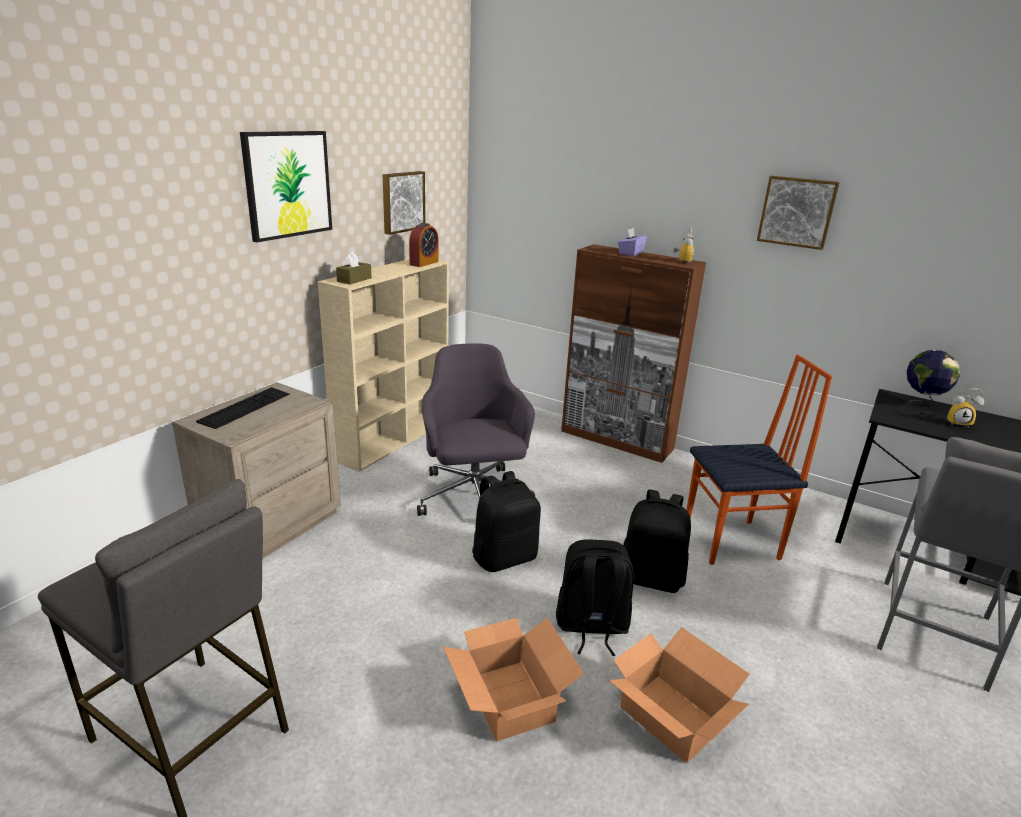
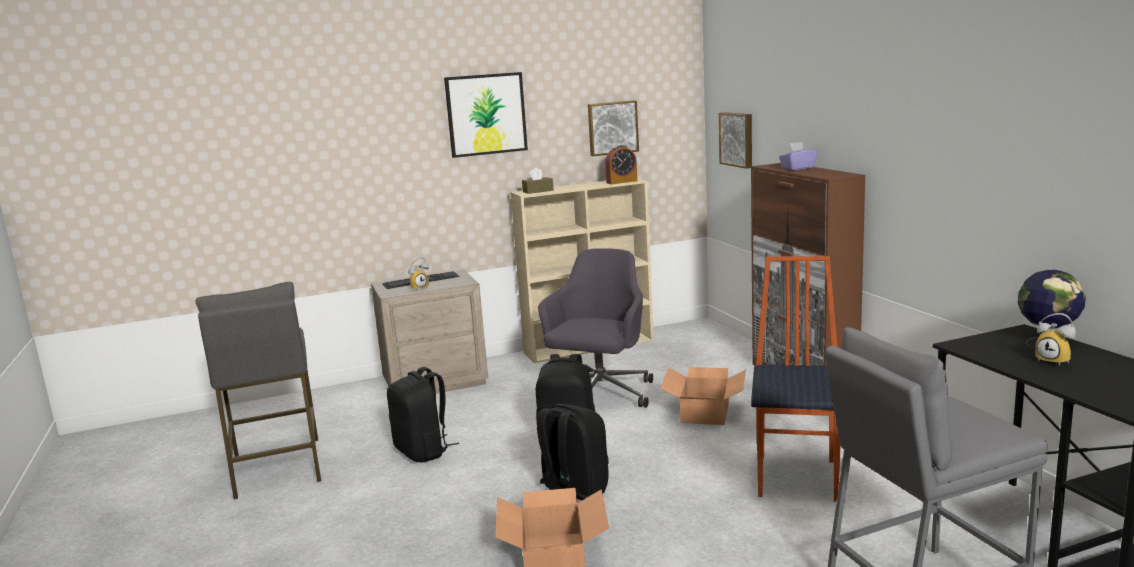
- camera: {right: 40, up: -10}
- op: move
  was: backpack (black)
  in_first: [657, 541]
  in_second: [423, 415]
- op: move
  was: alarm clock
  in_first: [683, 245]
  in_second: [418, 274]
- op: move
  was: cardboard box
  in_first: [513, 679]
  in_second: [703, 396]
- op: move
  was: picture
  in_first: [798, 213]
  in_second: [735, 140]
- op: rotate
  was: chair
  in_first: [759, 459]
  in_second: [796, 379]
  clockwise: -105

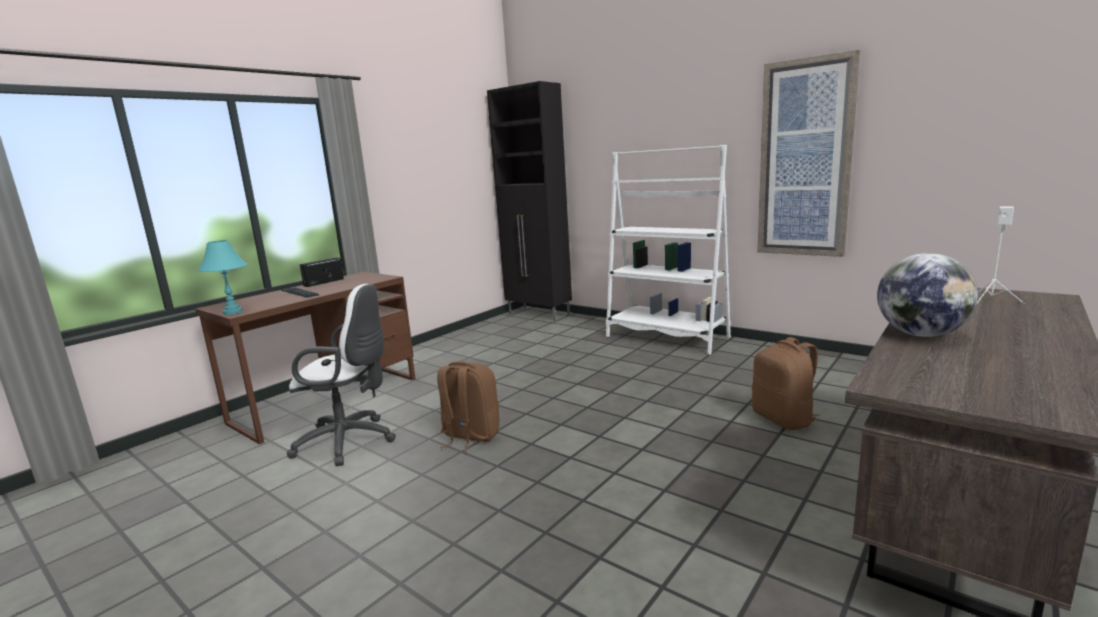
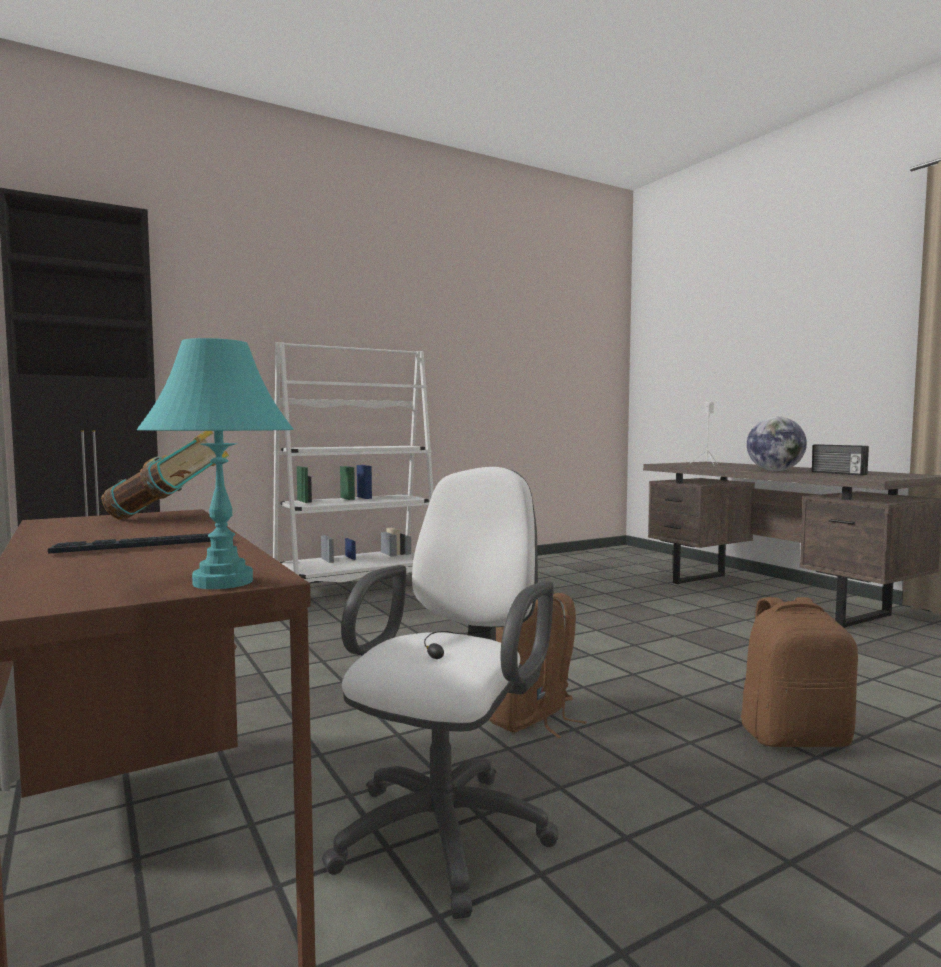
- camera: {right: -70, up: -10}
- op: insert
  now: book
  in_second: [165, 475]
- op: move
  was: backpack (brown)
  in_first: [786, 383]
  in_second: [799, 672]
- op: move
  was: radio
  in_first: [322, 272]
  in_second: [840, 460]
- op: delete
  was: picture
  in_first: [808, 153]

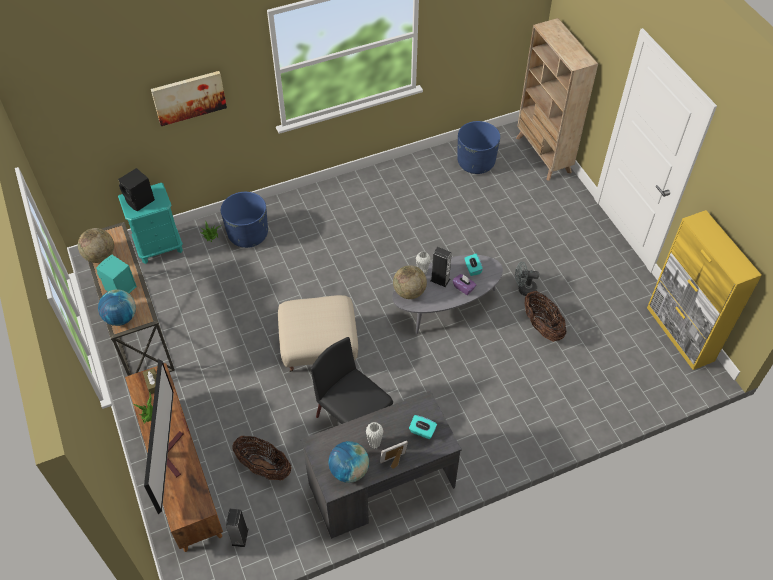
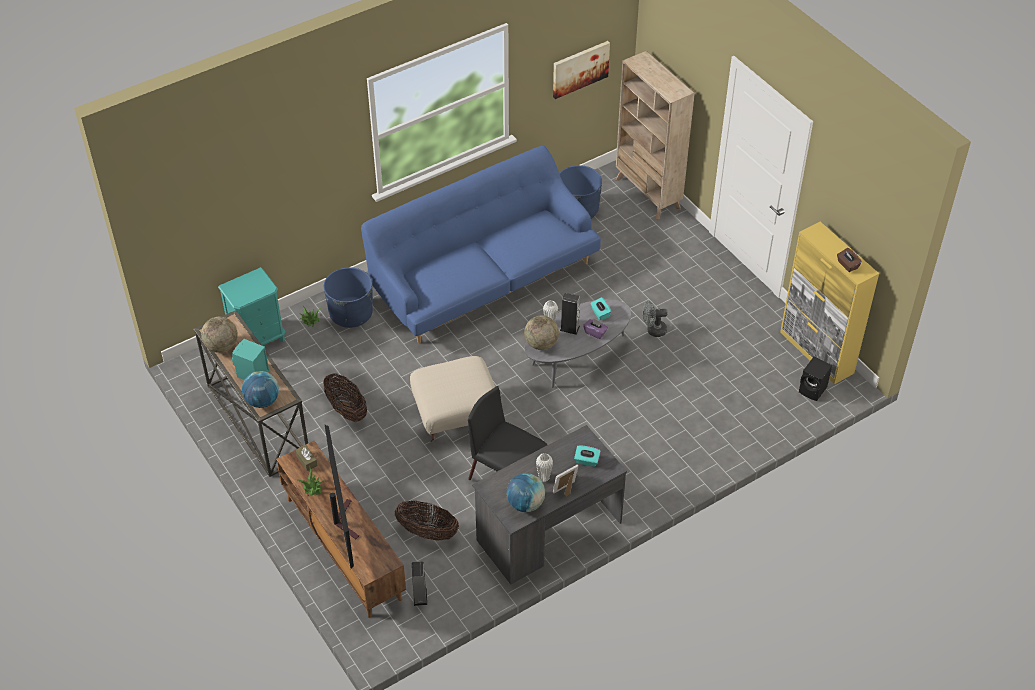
- camera: {right: -10, up: -5}
- op: move
  was: basket
  in_first: [546, 316]
  in_second: [345, 397]
- op: insert
  now: sofa (blue)
  in_second: [481, 244]
- op: move
  was: picture
  in_first: [189, 98]
  in_second: [581, 70]
- op: move
  was: speaker (black)
  in_first: [136, 189]
  in_second: [815, 379]
- op: insert
  now: tissue box (brown)
  in_second: [849, 260]

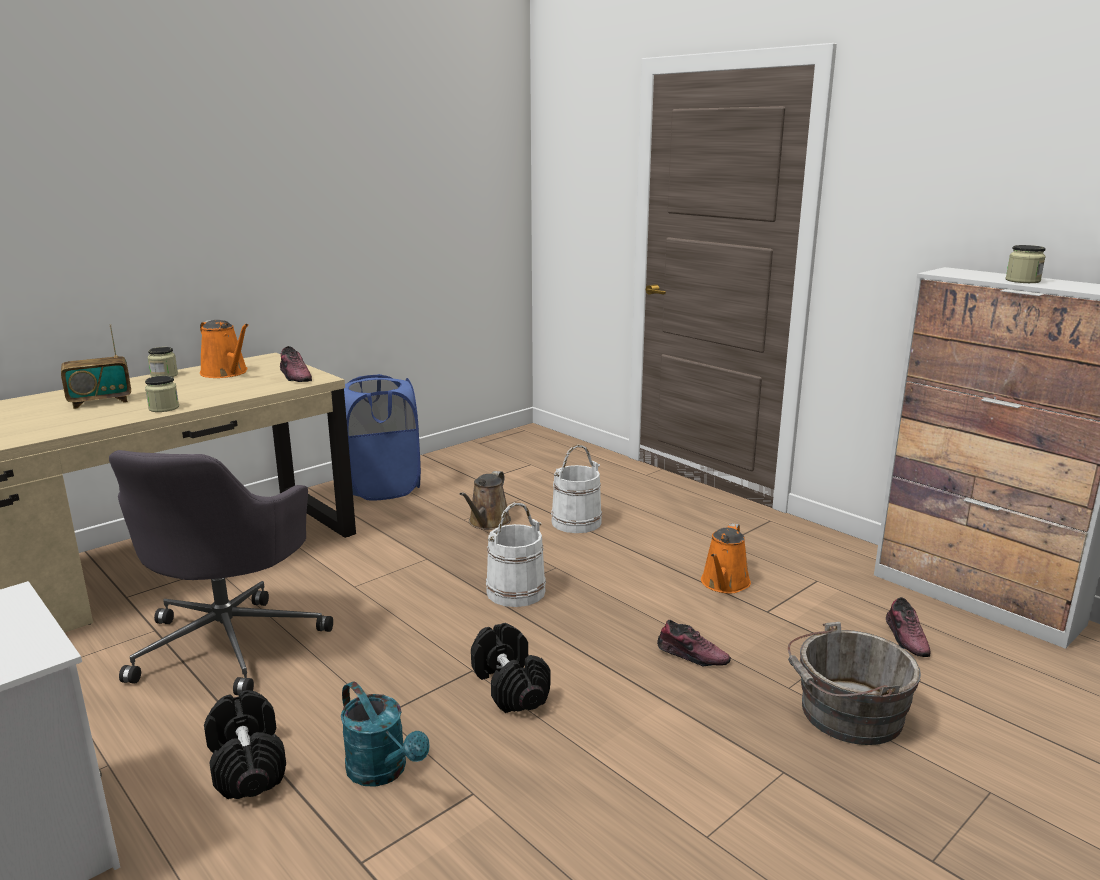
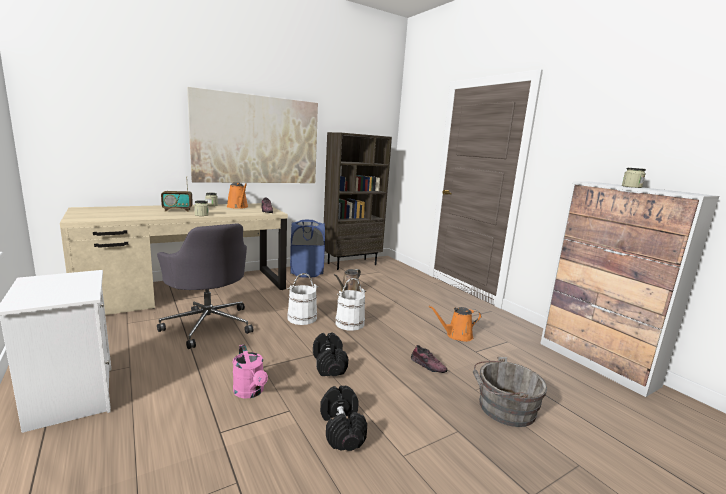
- camera: {right: 10, up: -5}
- op: rotate
  was: office chair (grey)
  in_first: [221, 572]
  in_second: [205, 286]
  clockwise: -60
- op: insert
  now: picture
  in_second: [252, 135]
- op: recolor
  was: watering can (turquoise)
  now: watering can (pink)
  in_first: [385, 734]
  in_second: [250, 371]
- op: move
  was: bucket (white)
  in_first: [576, 489]
  in_second: [302, 299]
- op: move
  was: dumbbell (black)
  in_first: [245, 744]
  in_second: [343, 418]
- op: insert
  now: bookcase (brown)
  in_second: [358, 201]
- op: rotate
  was: watering can (orange)
  in_first: [726, 558]
  in_second: [455, 324]
  clockwise: 45
- op: delete
  was: shoe
  in_first: [908, 627]

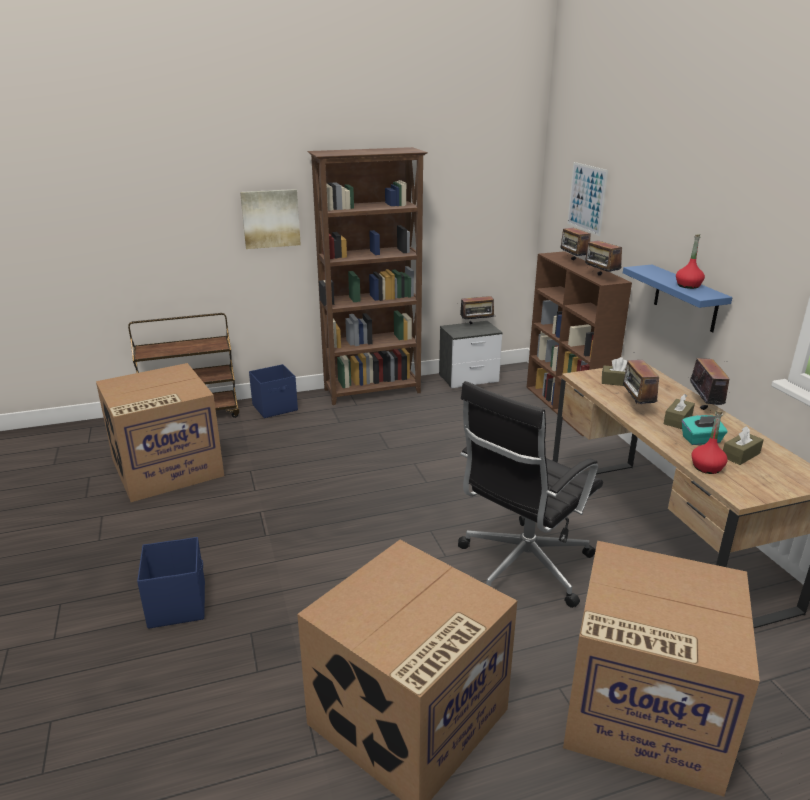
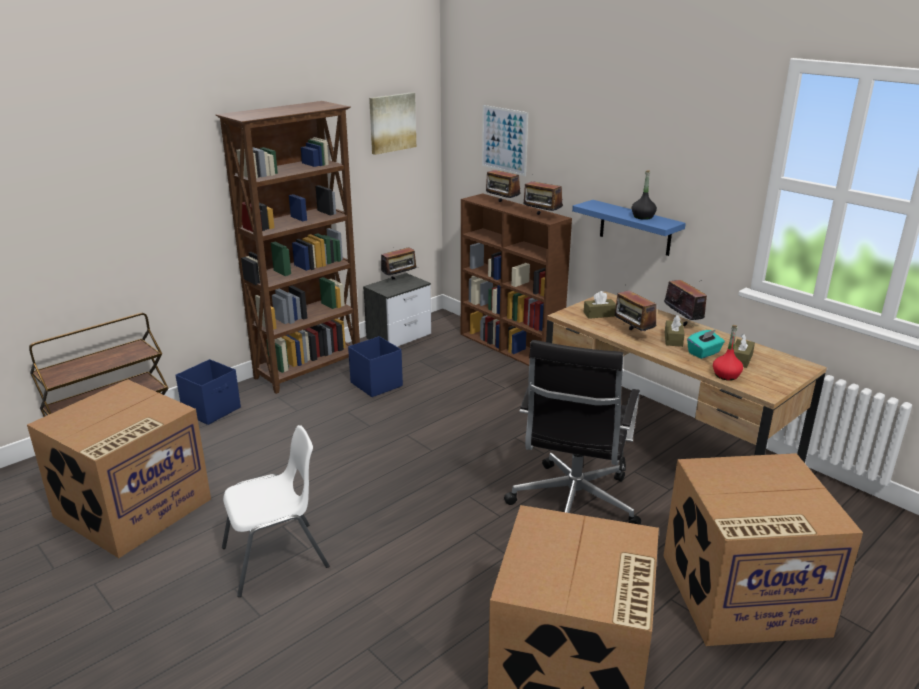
- camera: {right: -25, up: 0}
- op: insert
  now: chair (white)
  in_second: [275, 511]
- op: move
  was: storage box (blue)
  in_first: [171, 583]
  in_second: [375, 366]
- op: move
  was: picture
  in_first: [270, 219]
  in_second: [392, 123]
- op: recolor
  was: bottle (red)
  now: bottle (black)
  in_first: [690, 261]
  in_second: [644, 195]

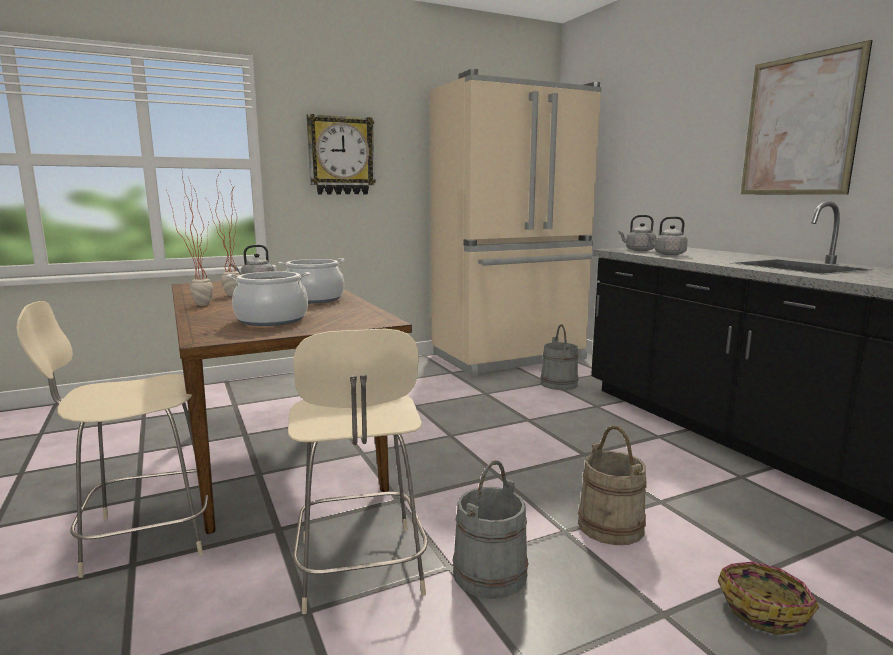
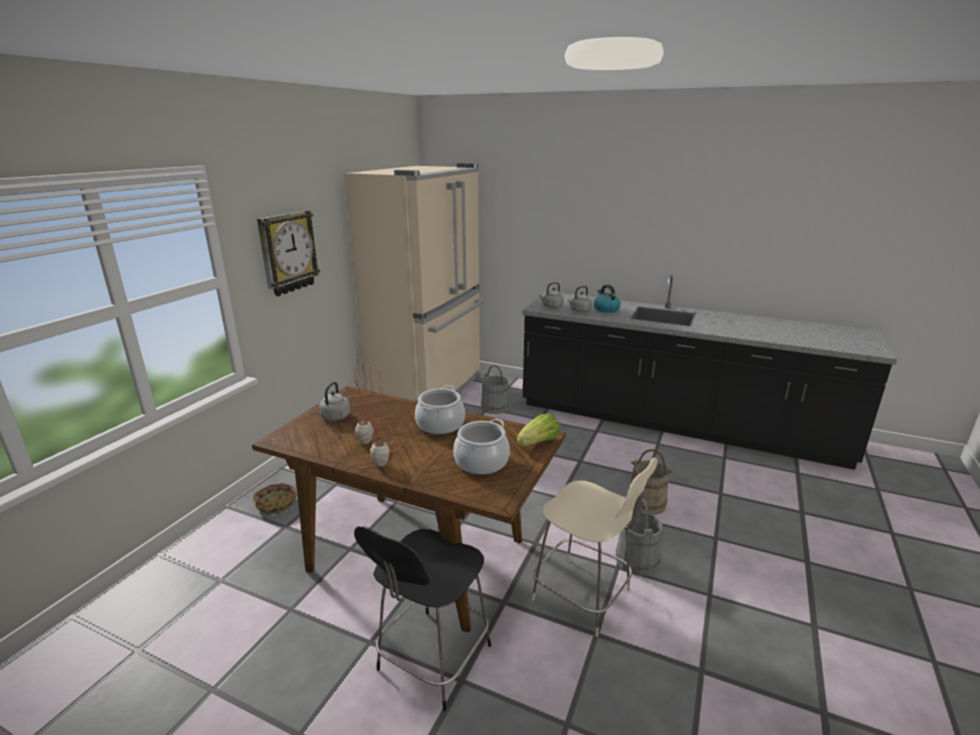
- camera: {right: -40, up: 10}
- op: move
  was: basket
  in_first: [768, 598]
  in_second: [275, 499]
- op: recolor
  was: chair (beige)
  now: chair (black)
  in_first: [113, 439]
  in_second: [422, 618]
- op: insert
  now: lettuce
  in_second: [538, 430]
- op: insert
  now: kettle
  in_second: [607, 298]
- op: delete
  was: picture
  in_first: [806, 117]

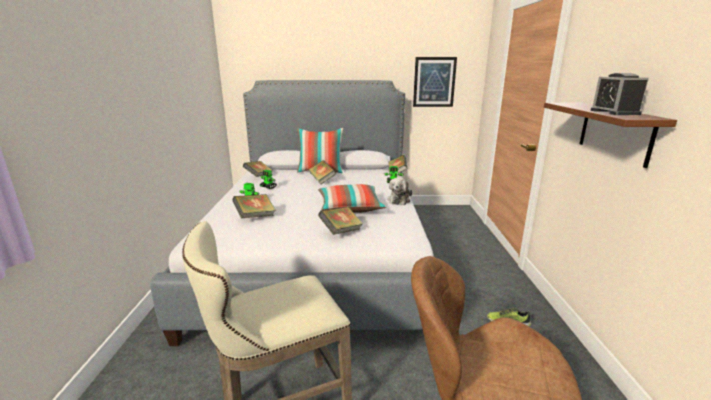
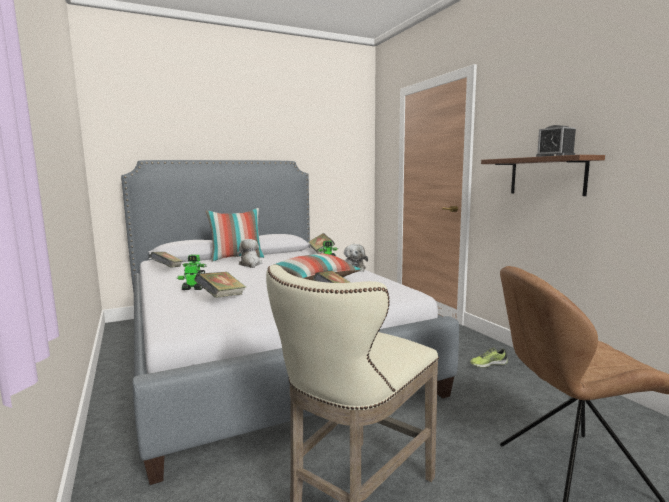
- camera: {right: -25, up: -10}
- op: replace
  was: book
  now: plush toy
  in_first: [322, 172]
  in_second: [249, 253]
- op: delete
  was: picture
  in_first: [435, 82]

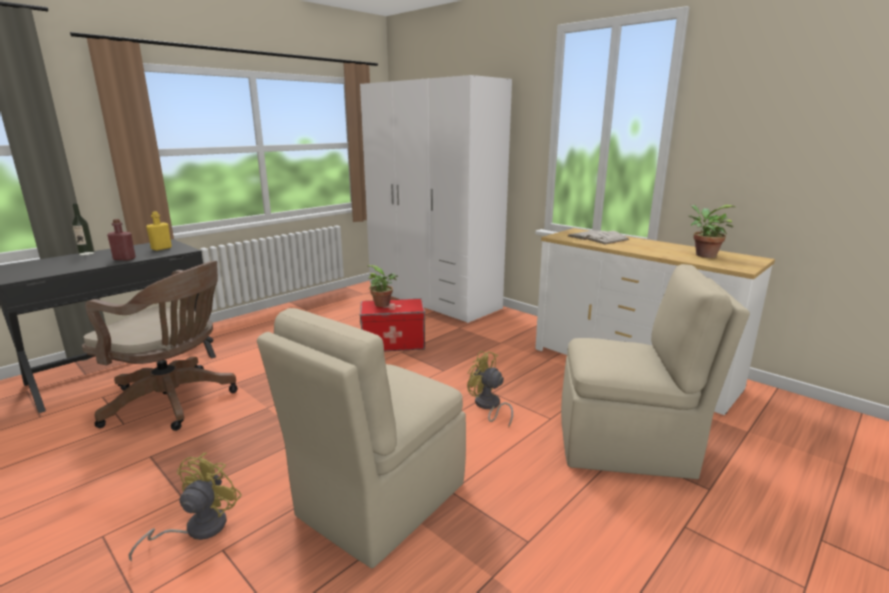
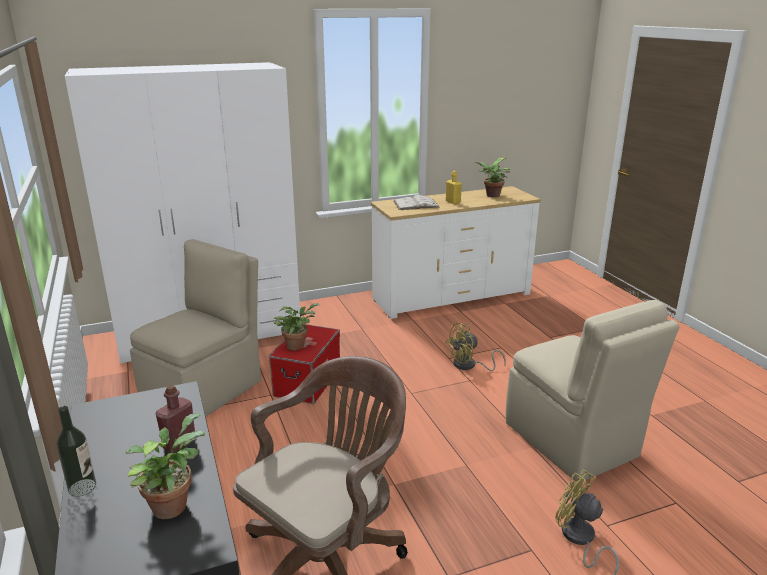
- camera: {right: -65, up: 5}
- op: insert
  now: potted plant
  in_second: [165, 466]
- op: move
  was: chair (beige)
  in_first: [655, 371]
  in_second: [195, 328]
- op: move
  was: bottle (yellow)
  in_first: [159, 231]
  in_second: [454, 187]

